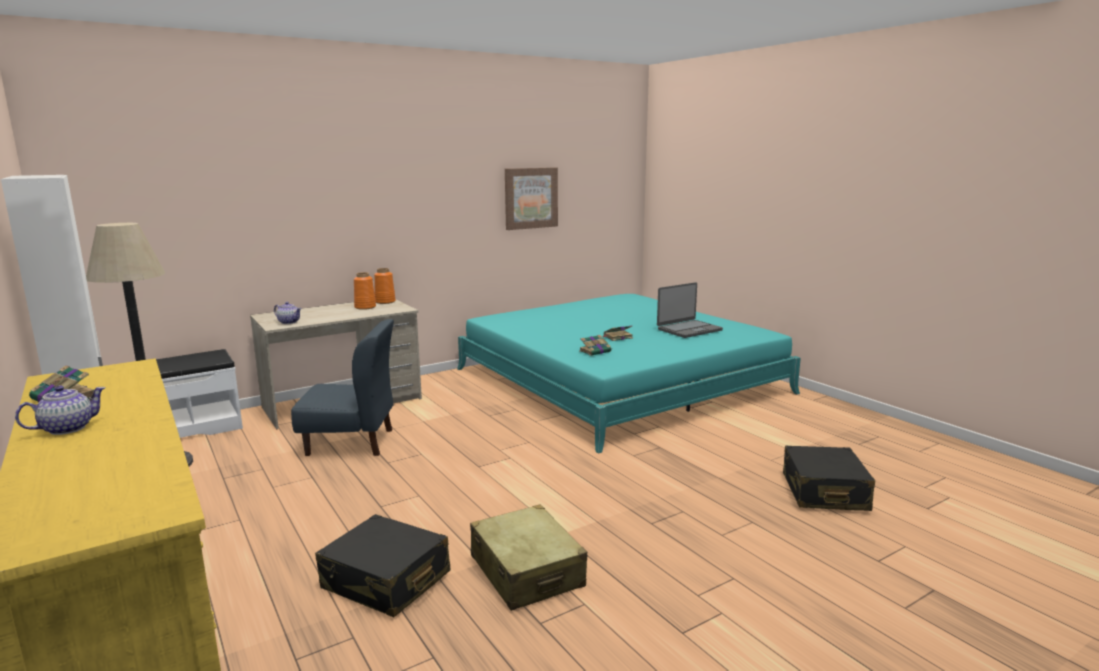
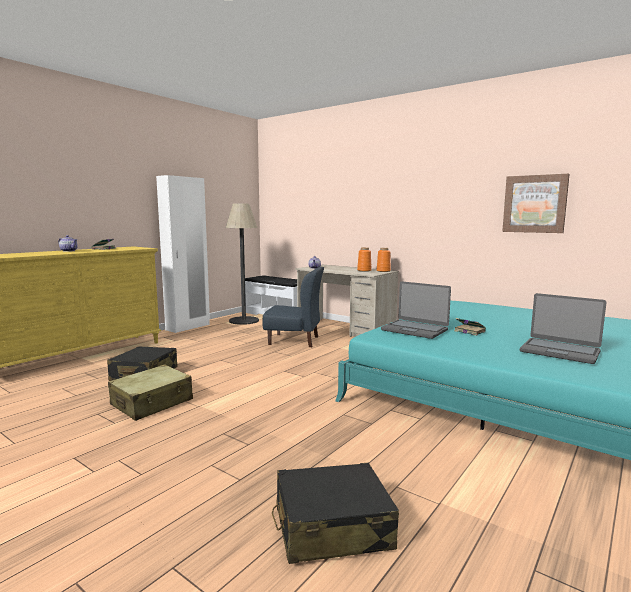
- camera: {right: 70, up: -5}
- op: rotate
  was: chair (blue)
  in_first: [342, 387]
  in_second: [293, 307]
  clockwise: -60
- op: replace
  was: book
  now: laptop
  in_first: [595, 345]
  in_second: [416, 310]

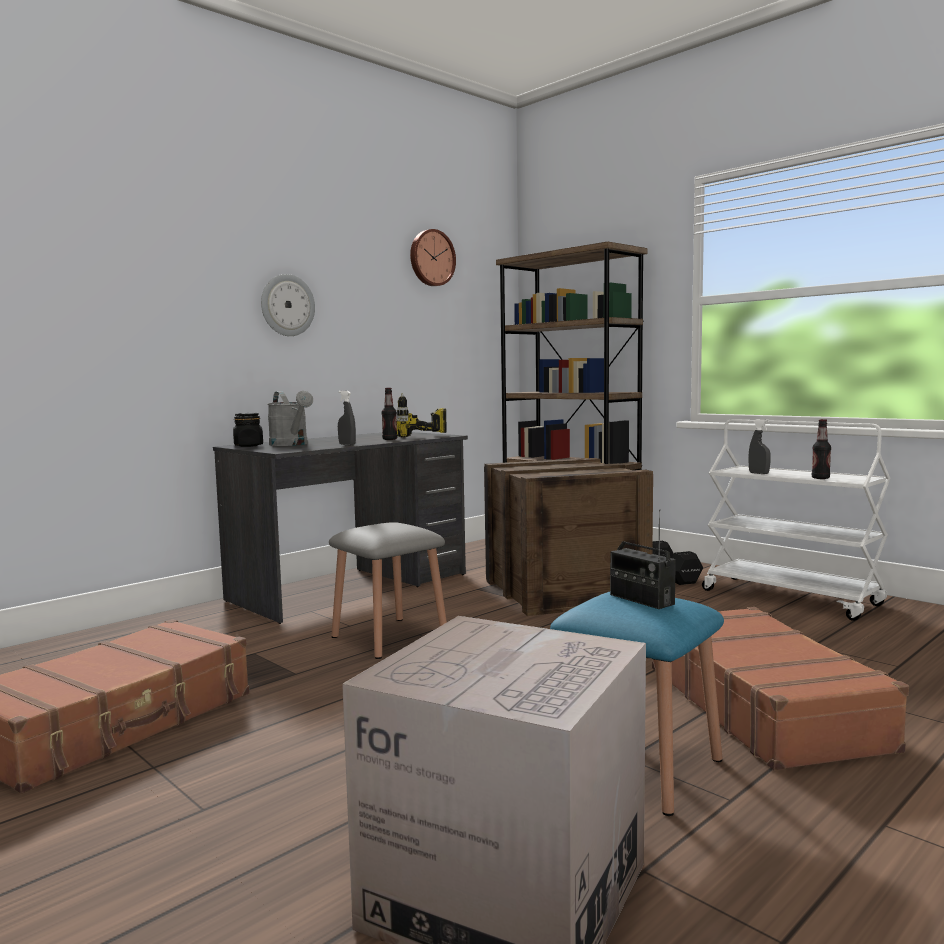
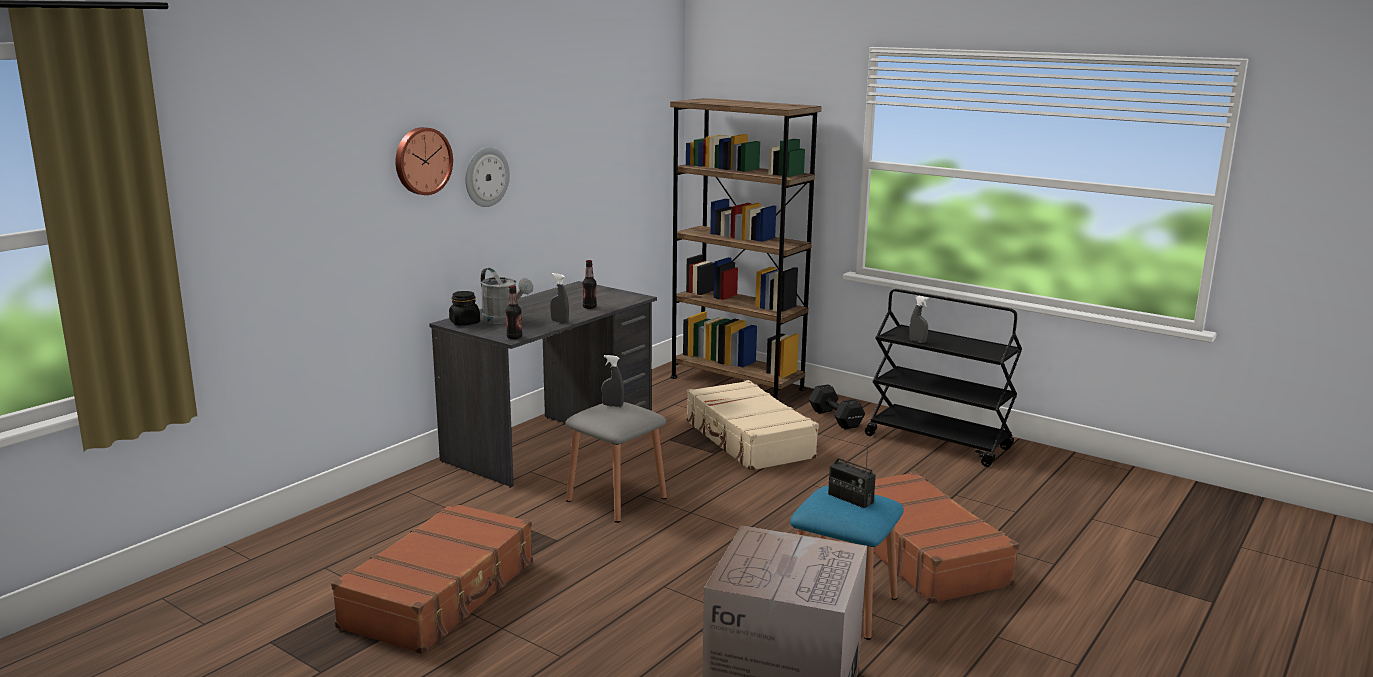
- camera: {right: -10, up: 10}
- op: move
  was: wall clock
  in_first: [433, 257]
  in_second: [424, 161]
- op: move
  was: bottle
  in_first: [821, 449]
  in_second: [514, 312]
- op: insert
  now: spray bottle (grey)
  in_second: [612, 381]
- op: replace
  was: crate
  now: suitcase (beige)
  in_first: [568, 537]
  in_second: [753, 425]
- op: recolor
  was: cart (white)
  now: cart (black)
  in_first: [796, 520]
  in_second: [943, 378]
- op: delete
  was: power drill
  in_first: [422, 415]

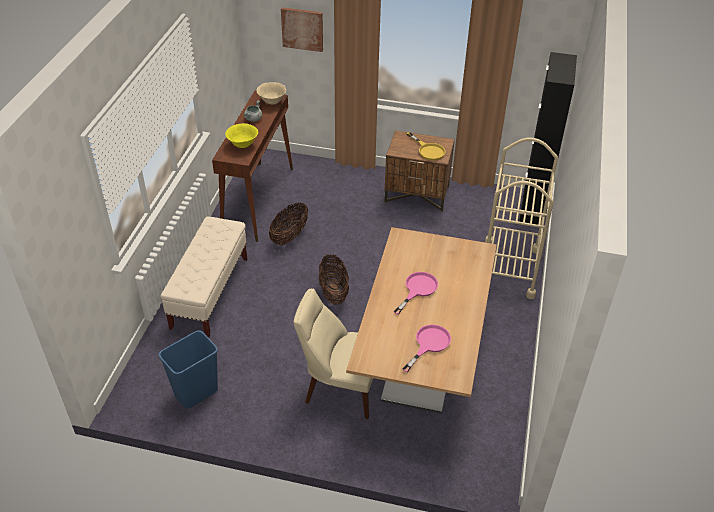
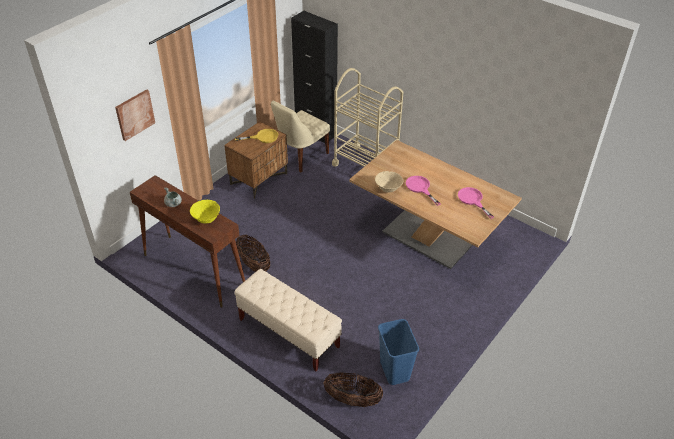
- camera: {right: -65, up: 0}
- op: move
  was: chair (beige)
  in_first: [333, 354]
  in_second: [300, 136]
- op: move
  was: basket
  in_first: [334, 279]
  in_second: [353, 389]
- op: move
  was: bowl (beige)
  in_first: [271, 93]
  in_second: [389, 182]

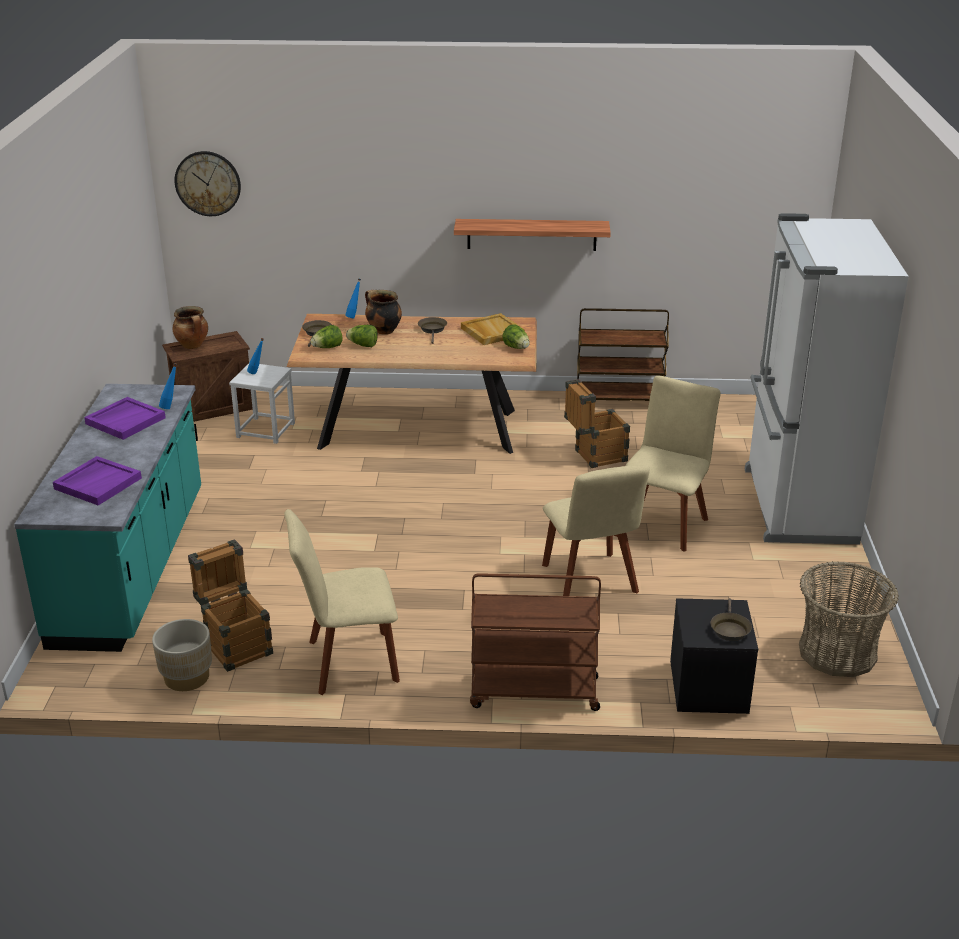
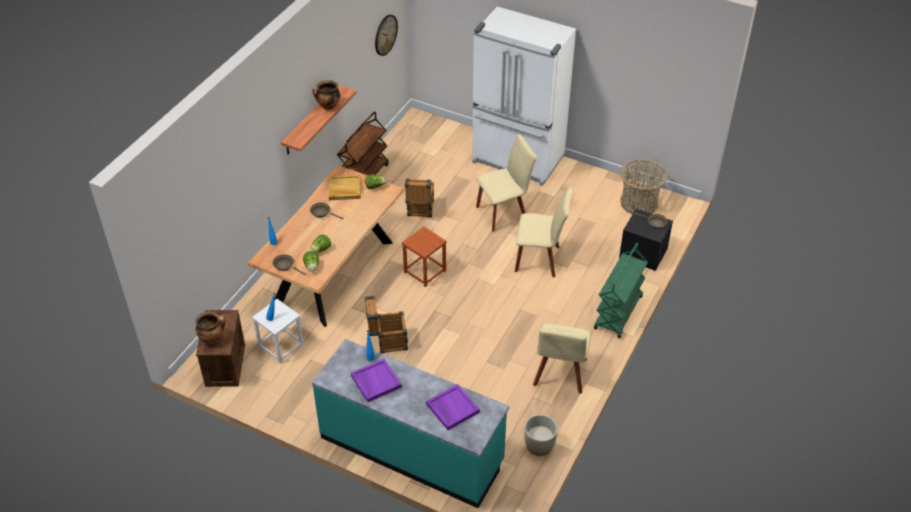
- camera: {right: -65, up: 15}
- op: move
  was: cooking pot
  in_first: [383, 312]
  in_second: [326, 95]
- op: move
  was: crate
  in_first: [230, 605]
  in_second: [386, 324]
- op: move
  was: wall clock
  in_first: [208, 183]
  in_second: [386, 35]
- op: insert
  now: stool (brown)
  in_second: [424, 257]
- op: rotate
  was: chair (beige)
  in_first: [673, 463]
  in_second: [506, 183]
  clockwise: 105
- op: recolor
  was: cart (brown)
  now: cart (green)
  in_first: [535, 642]
  in_second: [621, 290]

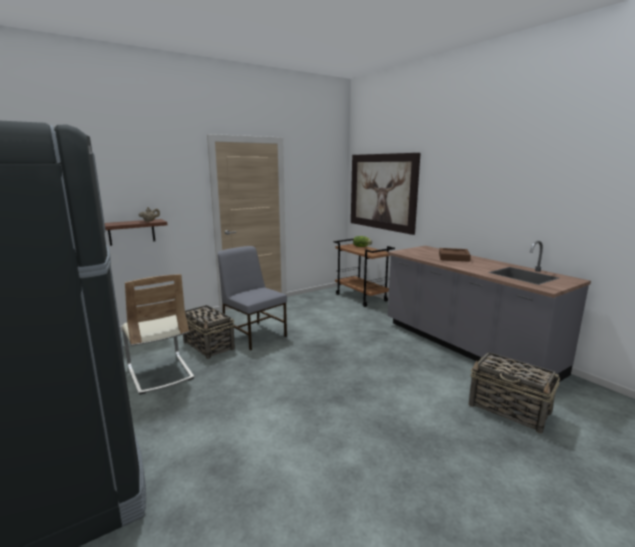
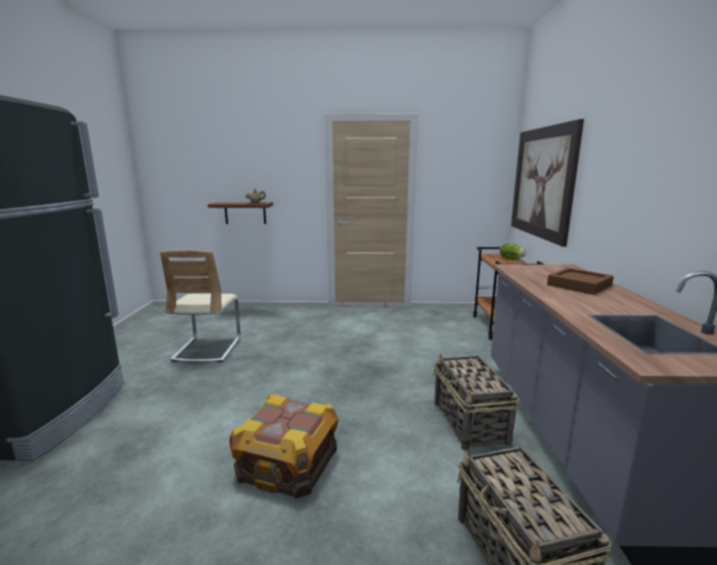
- camera: {right: 35, up: 0}
- op: insert
  now: crate
  in_second: [284, 446]
- op: move
  was: basket
  in_first: [209, 332]
  in_second: [476, 402]
- op: delete
  was: chair (grey)
  in_first: [252, 298]

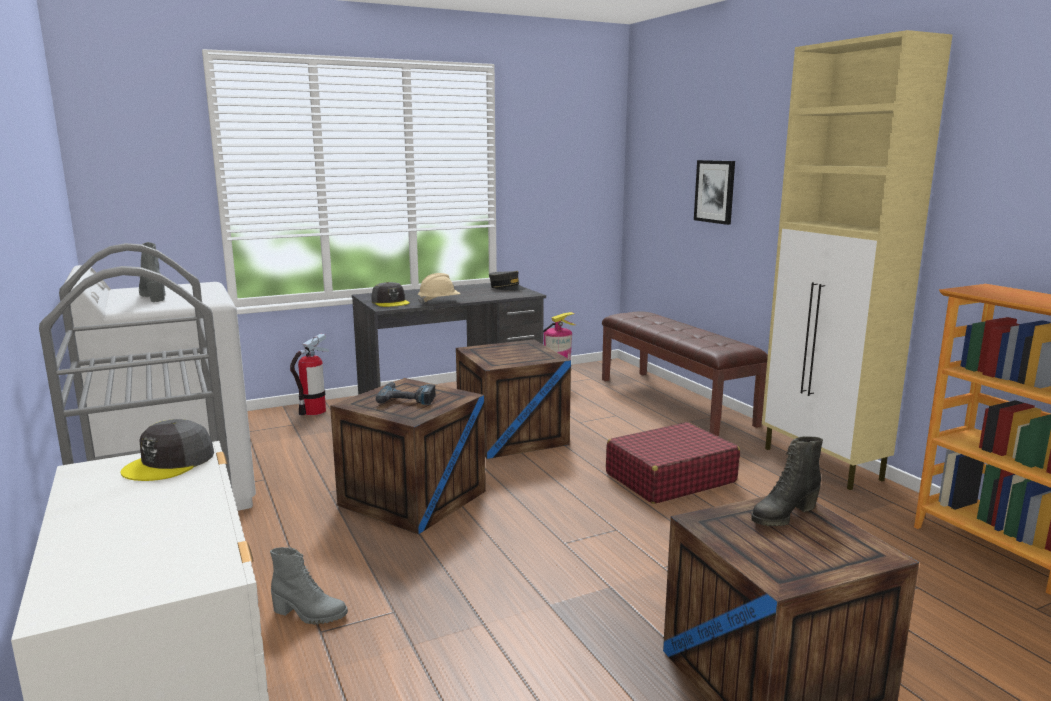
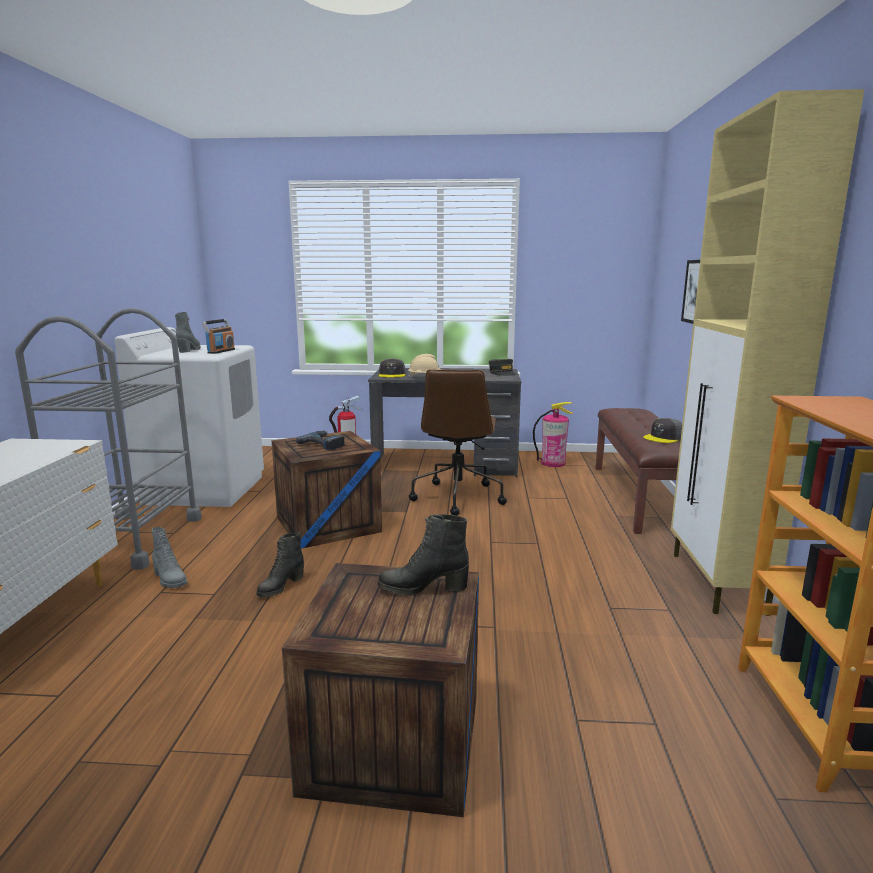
- camera: {right: 30, up: 0}
- op: insert
  now: radio
  in_second: [218, 336]
- op: insert
  now: boot (black)
  in_second: [280, 564]
- op: replace
  was: crate
  now: office chair (brown)
  in_first: [513, 399]
  in_second: [458, 442]
- op: move
  was: cap (grey)
  in_first: [167, 450]
  in_second: [662, 430]
- op: delete
  was: suitcase (red)
  in_first: [673, 463]

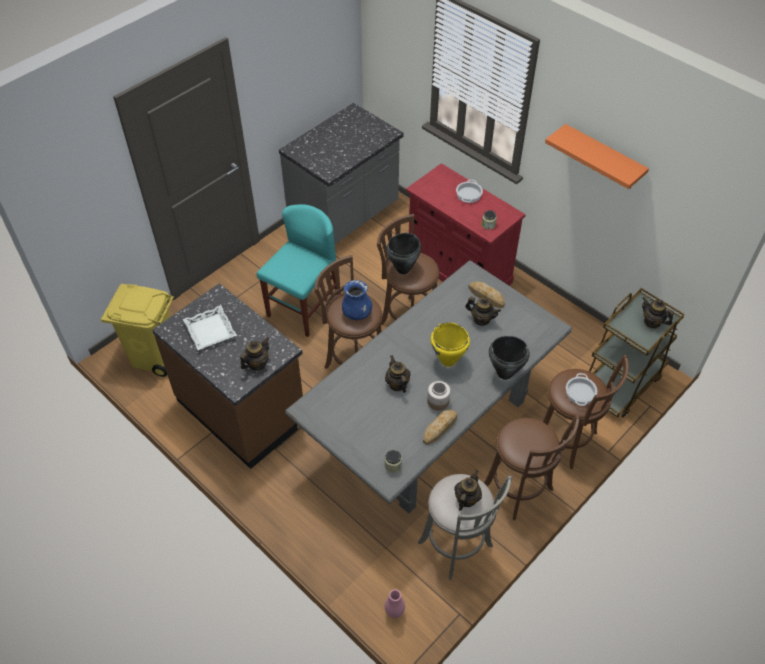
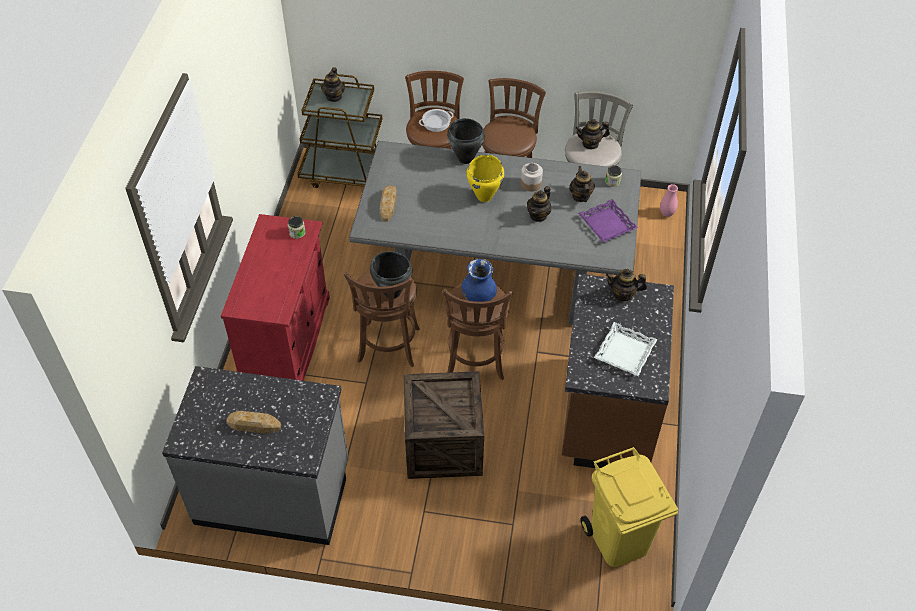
- camera: {right: -125, up: 0}
- op: move
  was: bread
  in_first: [440, 427]
  in_second: [253, 422]
- op: replace
  was: chair (turquoise)
  now: crate
  in_first: [299, 270]
  in_second: [444, 425]
- op: move
  was: teapot
  in_first: [483, 311]
  in_second: [582, 184]
- op: insert
  now: tray (purple)
  in_second: [608, 221]
- op: delete
  was: cooking pot
  in_first: [469, 191]
- op: delete
  was: shelf (orange)
  in_first: [597, 156]

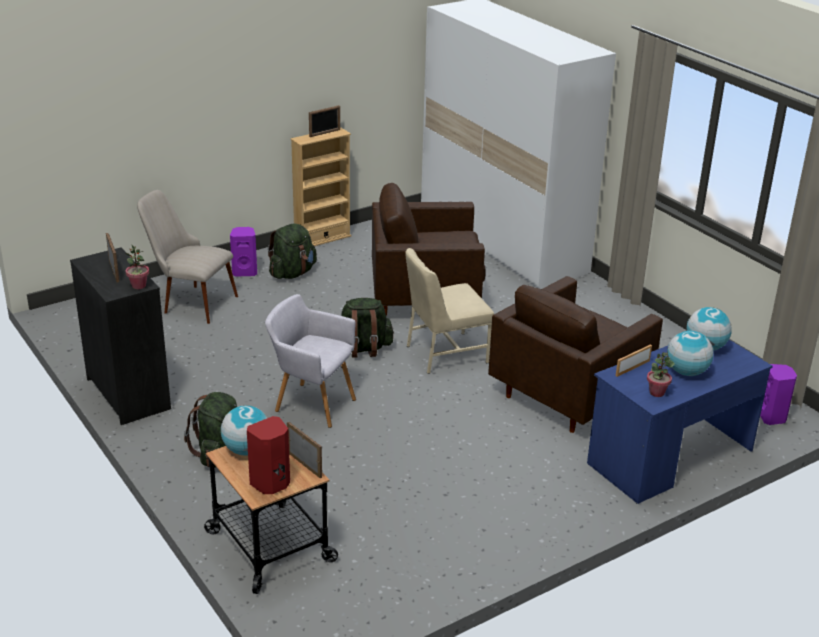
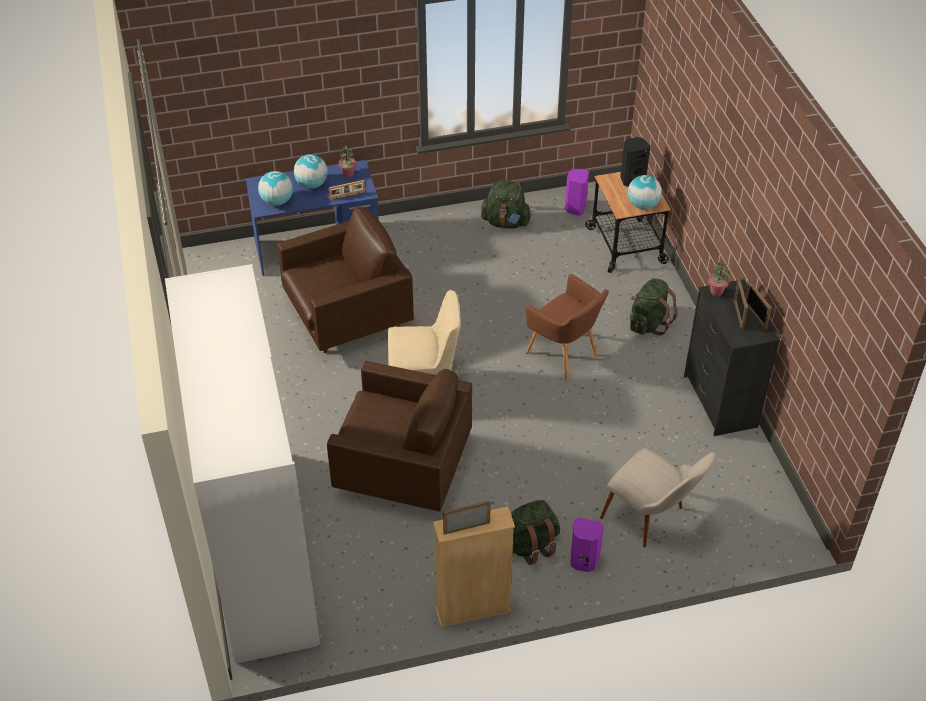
- camera: {right: -160, up: 15}
- op: move
  was: backpack (green)
  in_first: [367, 328]
  in_second: [506, 204]
- op: recolor
  was: armchair (grey)
  now: armchair (brown)
  in_first: [310, 361]
  in_second: [567, 327]
- op: move
  was: speaker (purple)
  in_first: [778, 394]
  in_second: [577, 192]
- op: recolor
  was: speaker (red)
  now: speaker (black)
  in_first: [268, 455]
  in_second: [635, 162]
- op: move
  was: picture frame
  in_first: [304, 449]
  in_second: [758, 305]

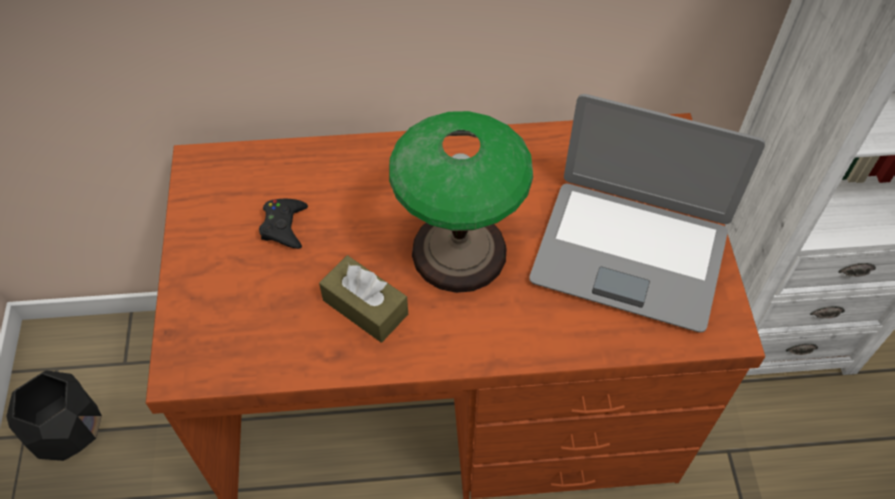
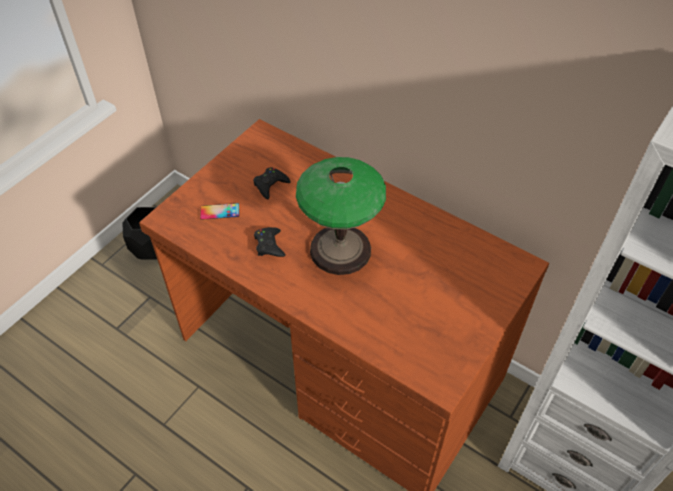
- camera: {right: 40, up: -5}
- op: insert
  now: phone
  in_second: [219, 211]
- op: replace
  was: tissue box (brown)
  now: game controller (black)
  in_first: [363, 299]
  in_second: [270, 242]
- op: delete
  was: laptop
  in_first: [647, 213]

